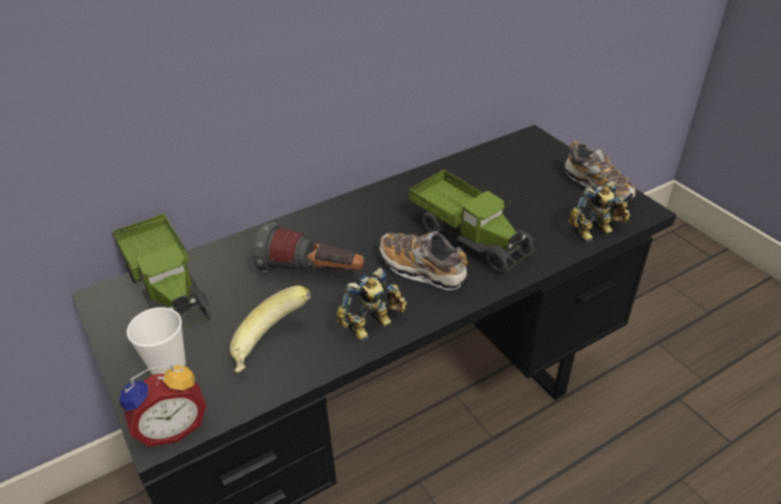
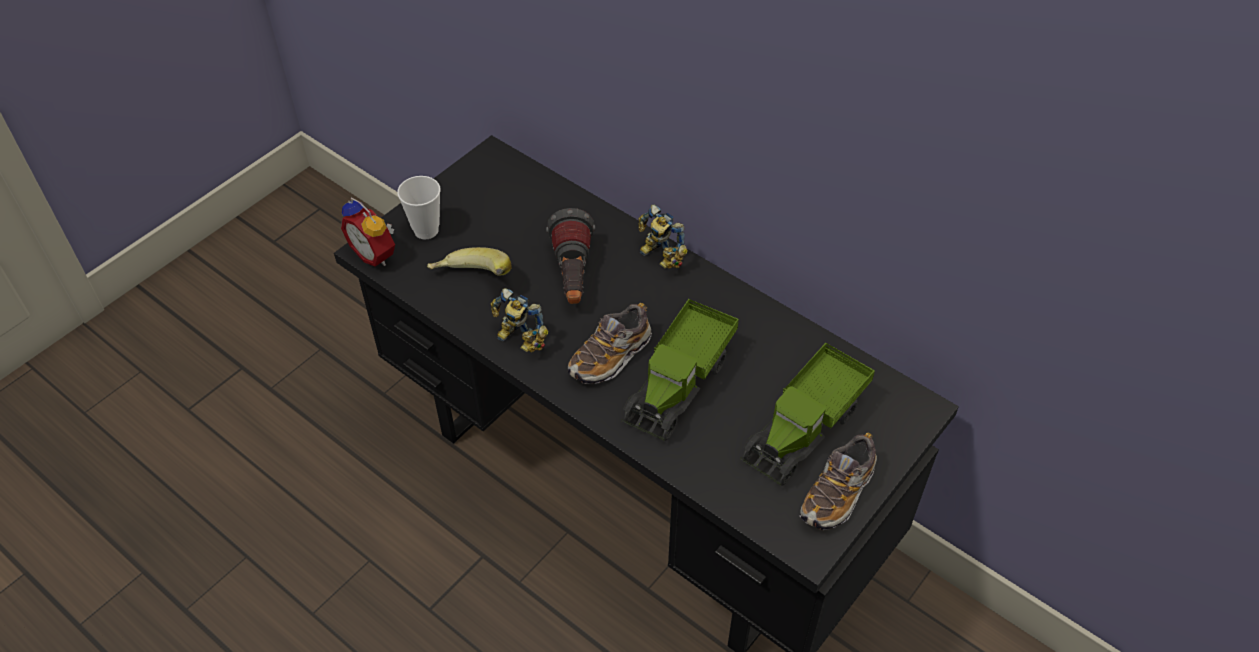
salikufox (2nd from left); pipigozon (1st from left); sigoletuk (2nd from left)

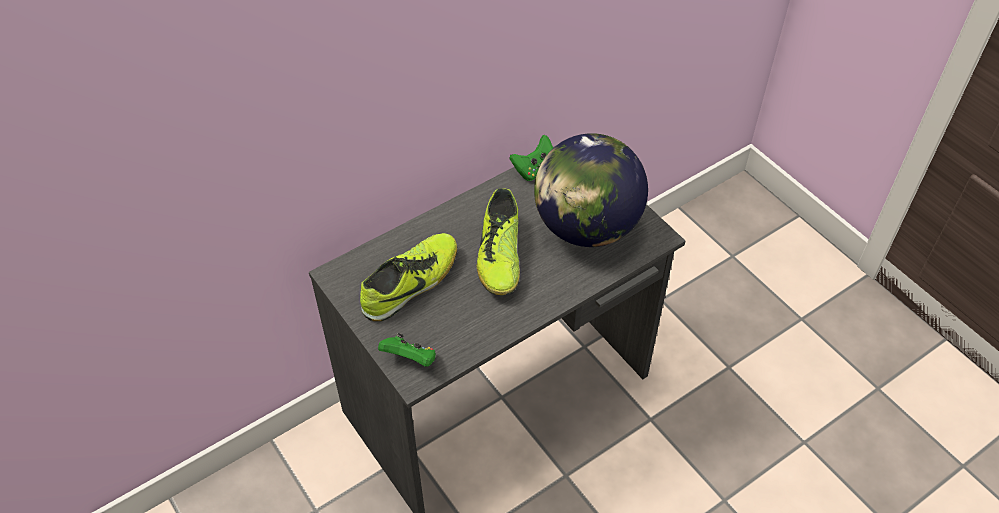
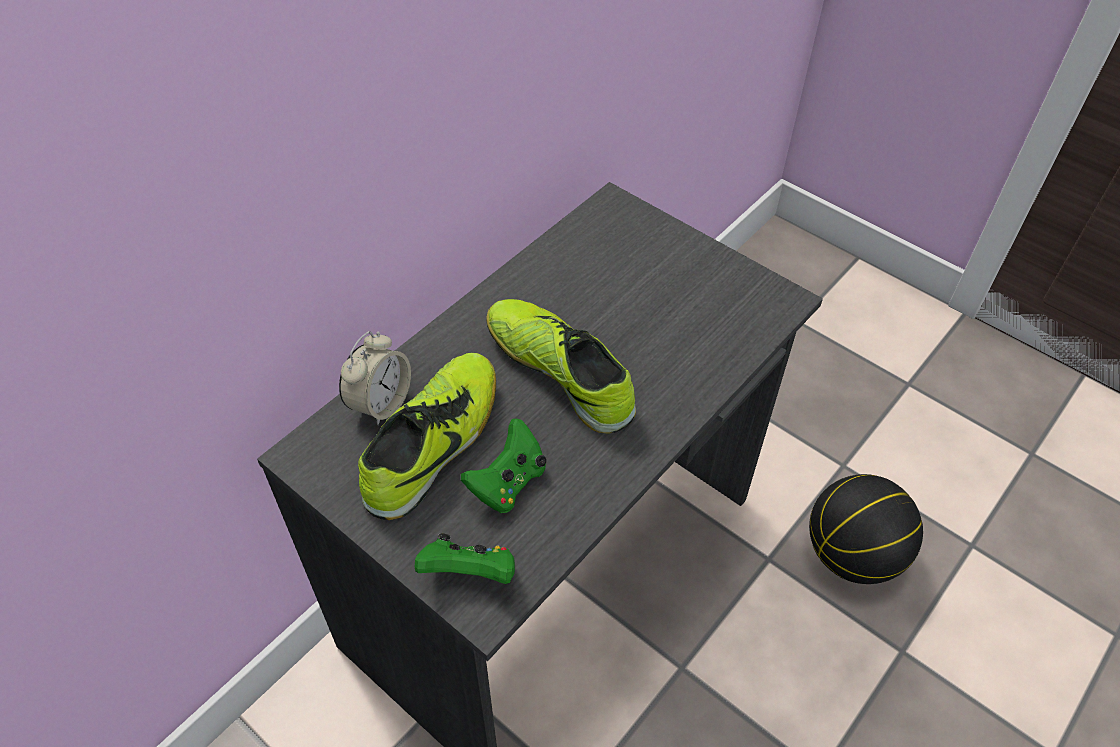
pipigozon (2nd from left); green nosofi (2nd from left); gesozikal; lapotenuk; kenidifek

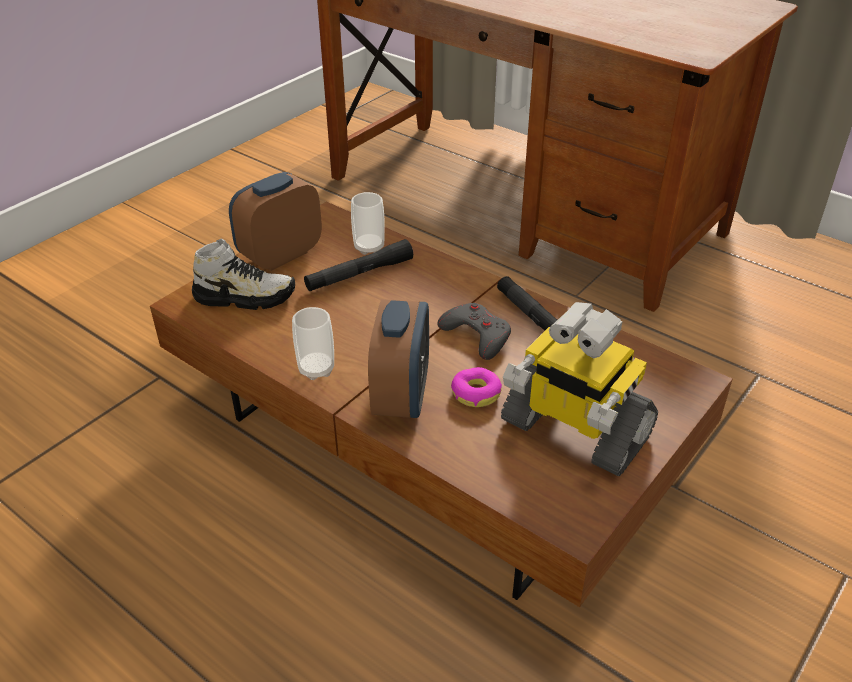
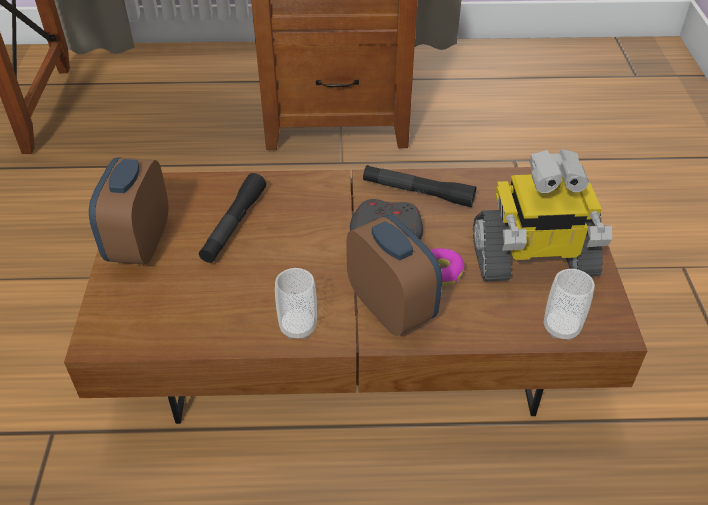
pipigozon; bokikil (2nd from left)

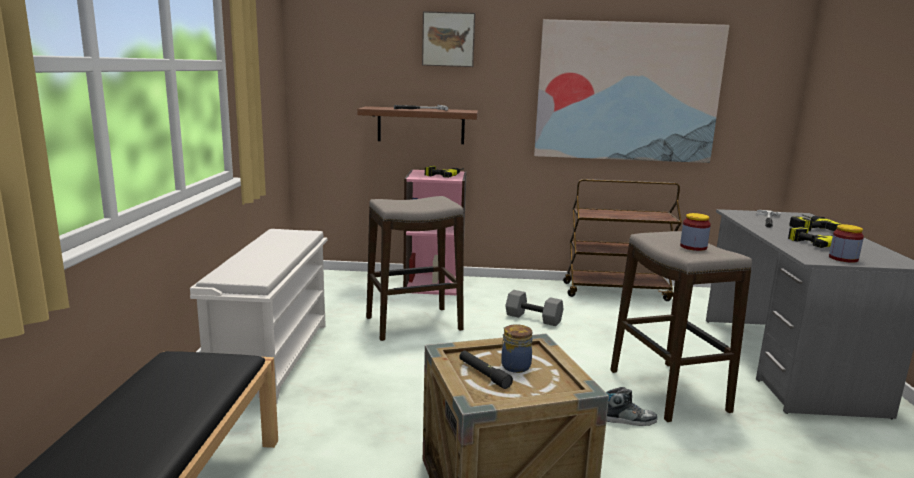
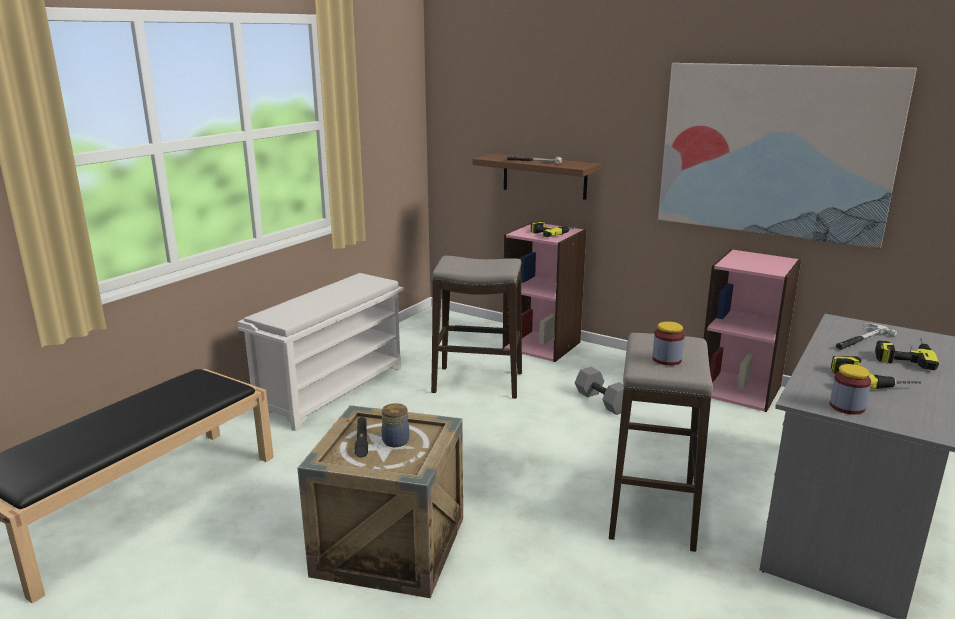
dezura (1st from left in the first image); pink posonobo (2nd from left); pipigozon

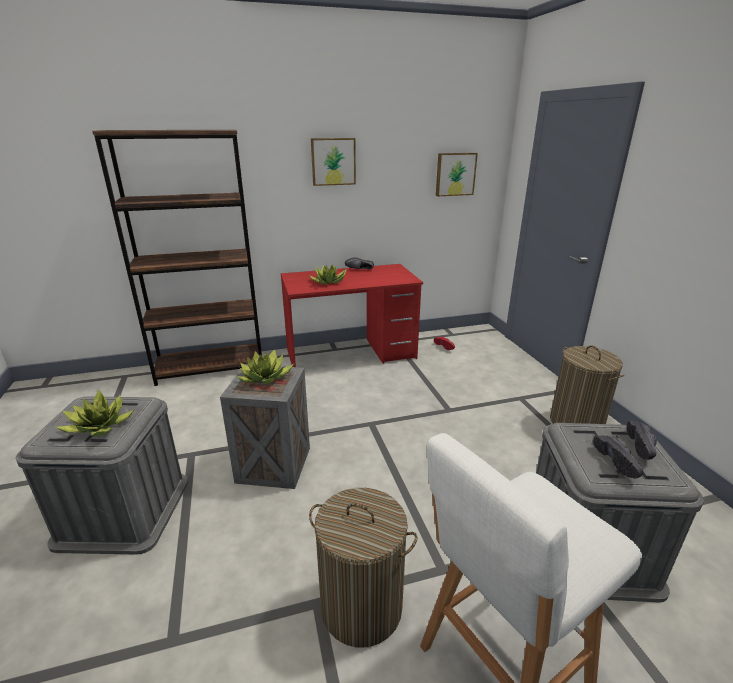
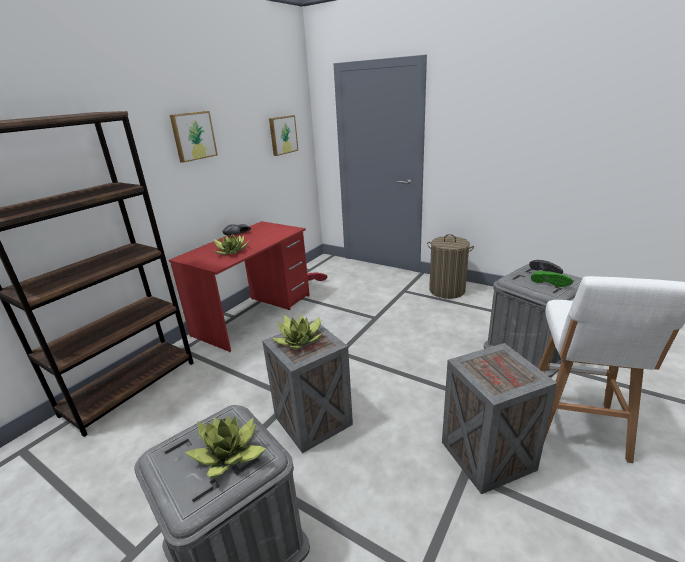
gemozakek (2nd from left); green pipigozon

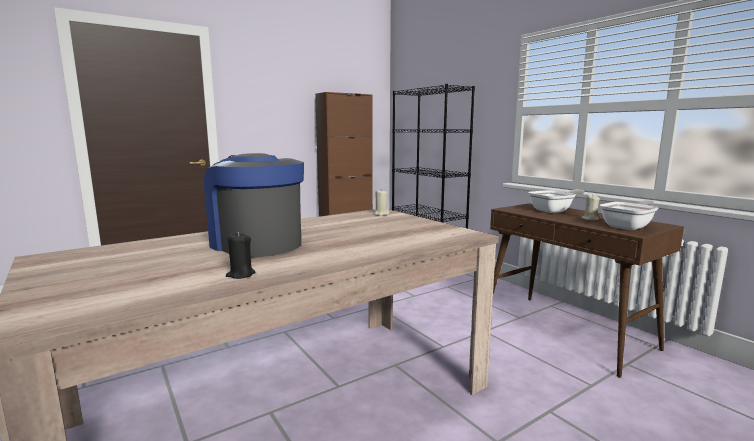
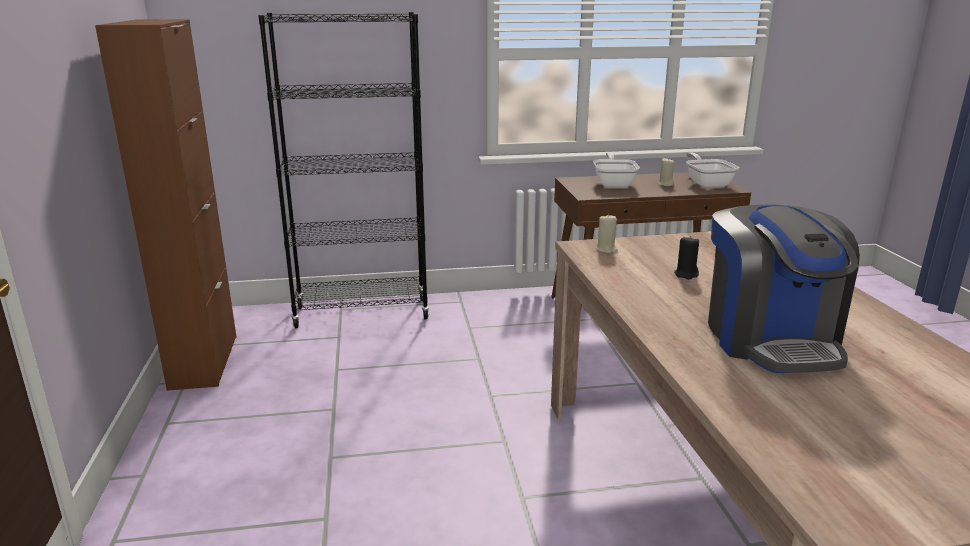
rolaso; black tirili

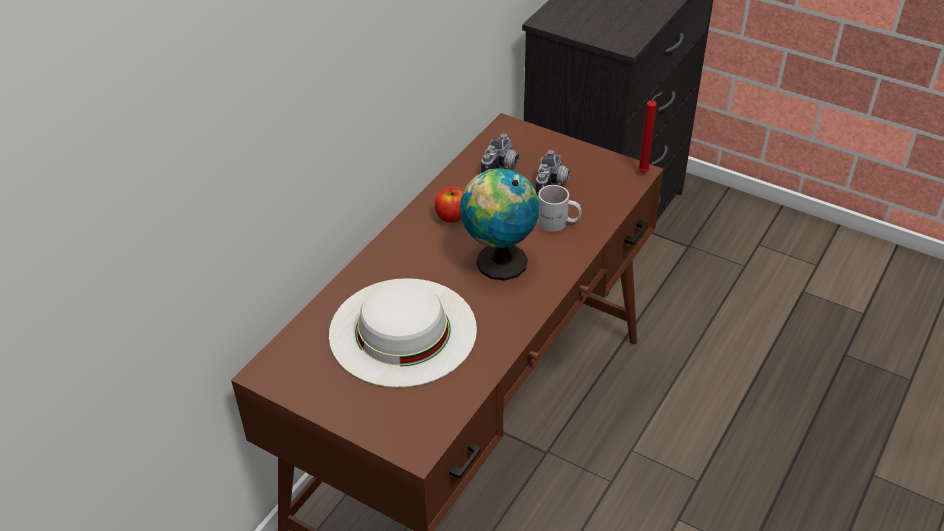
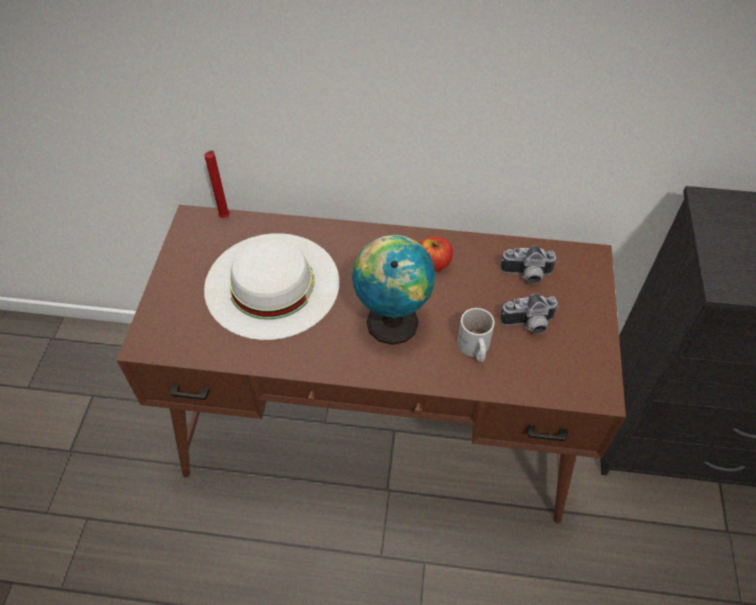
red tirili

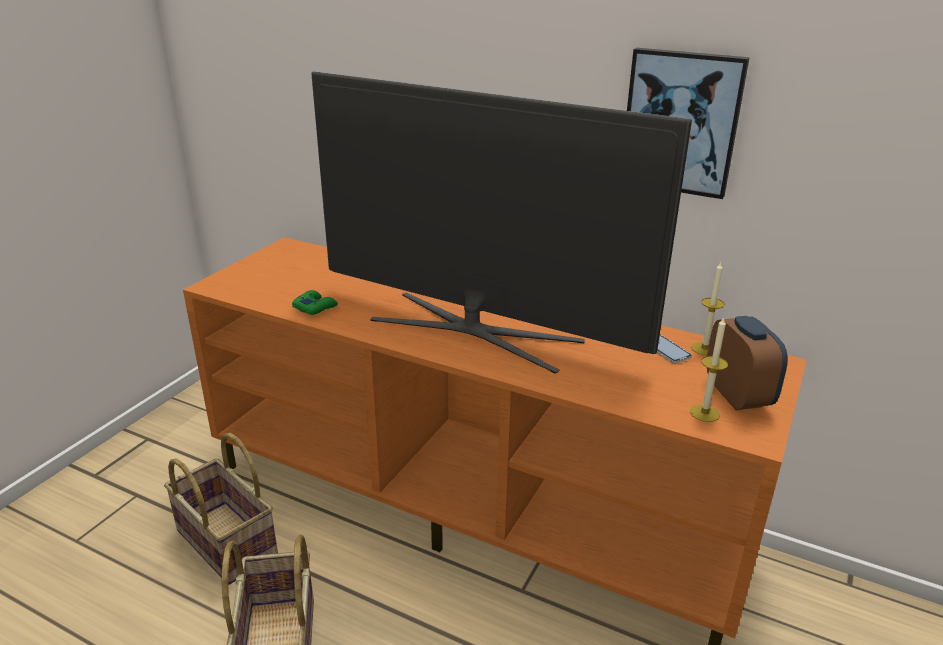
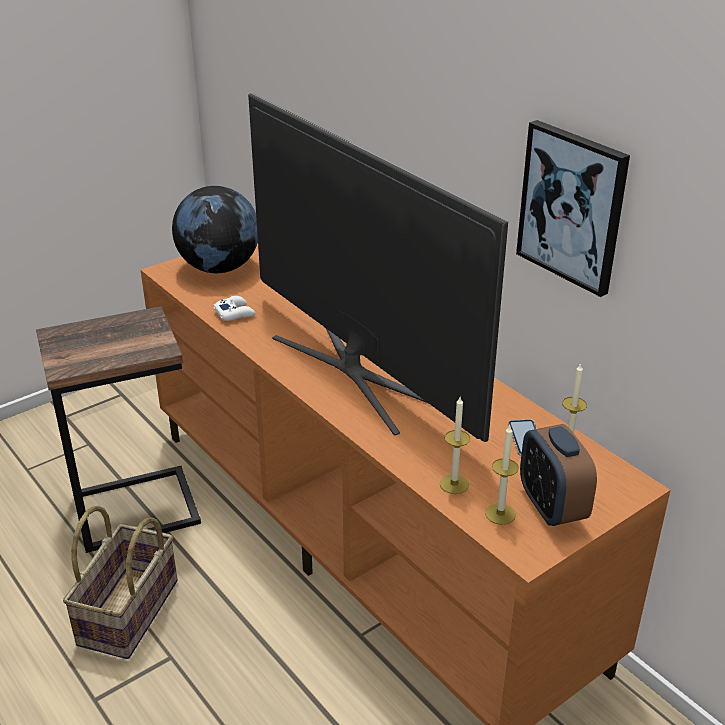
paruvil; white nosofi; lapotenuk; gesozikal; tirili (1st from left)

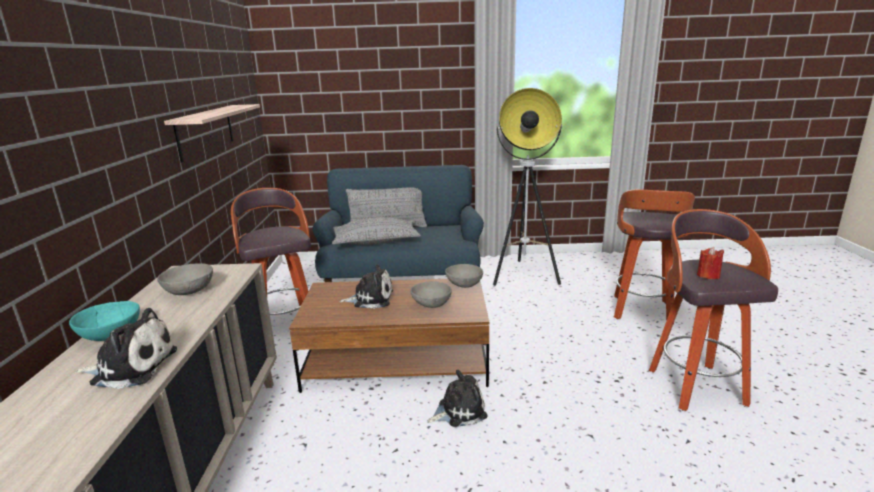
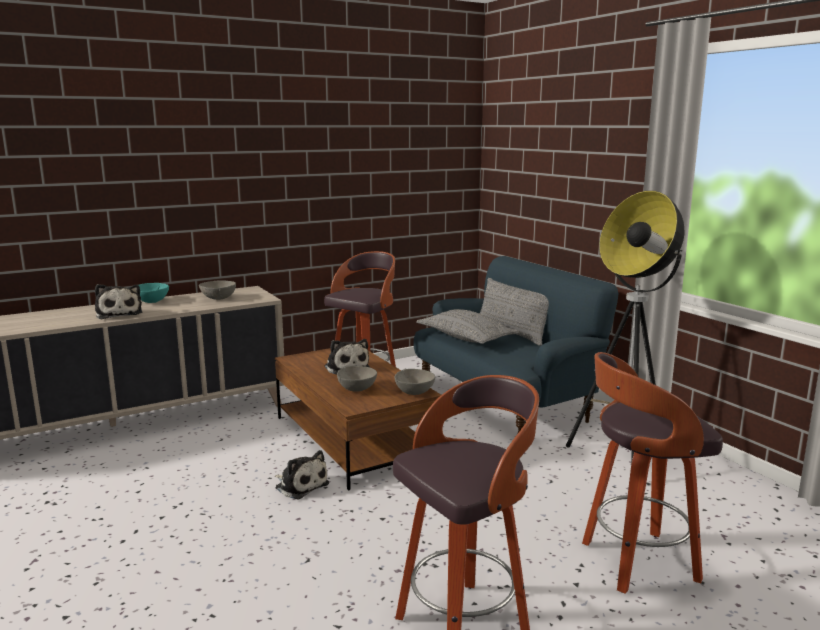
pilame; red tirili

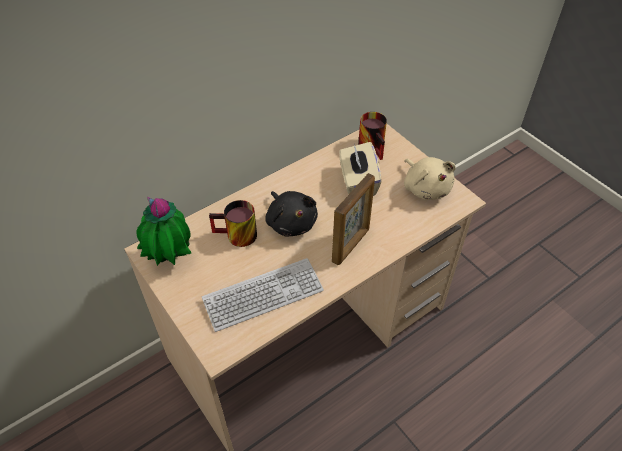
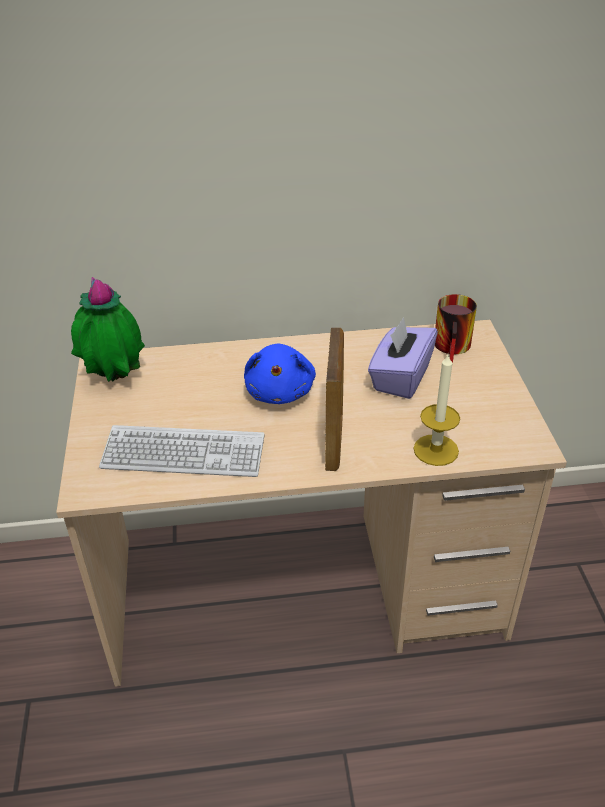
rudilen (1st from left in the first image); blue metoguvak; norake; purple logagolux; beige metoguvak; tirili

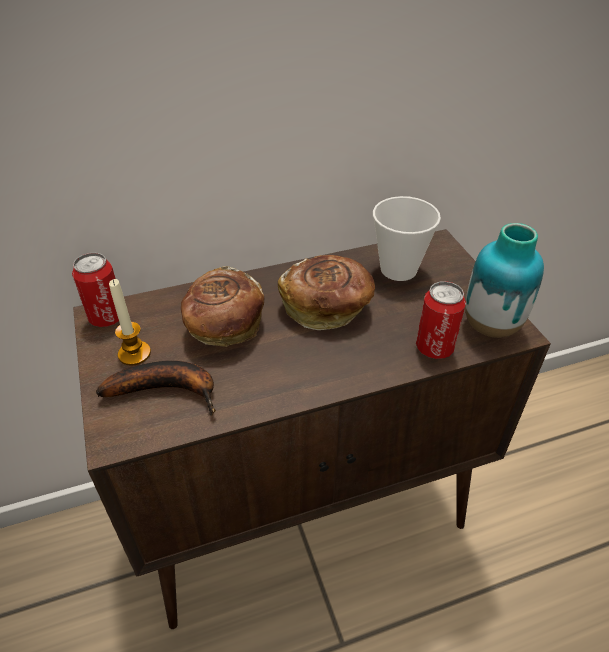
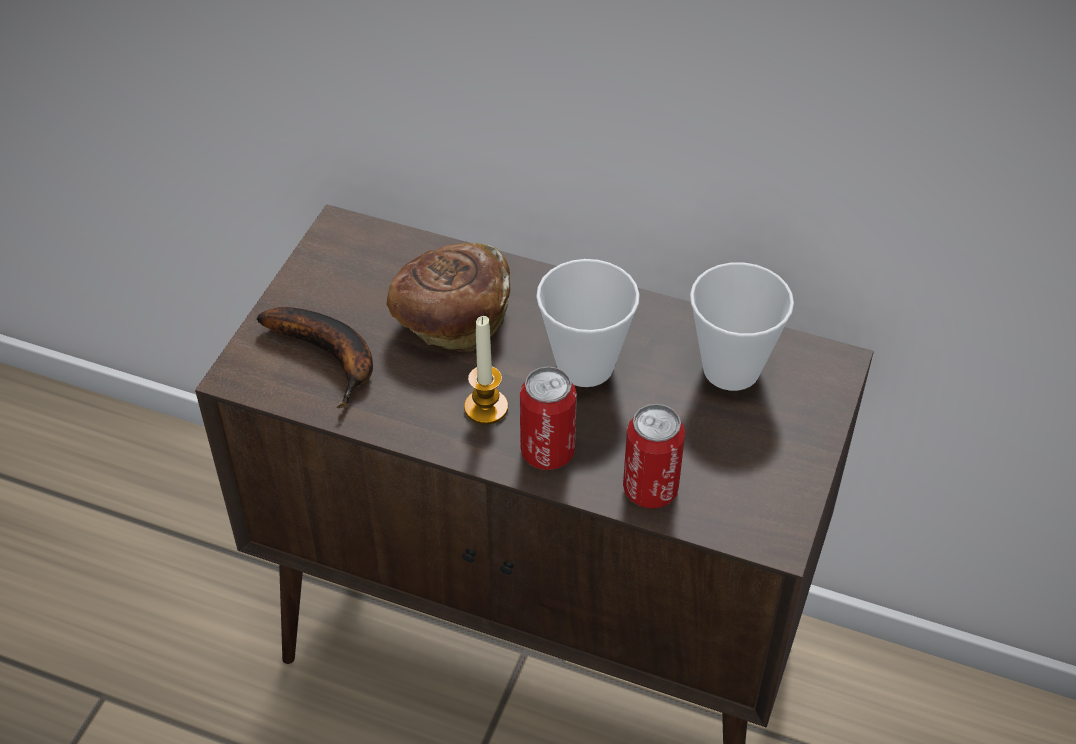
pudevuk (1st from left); tirili; bokikil (1st from left); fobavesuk

